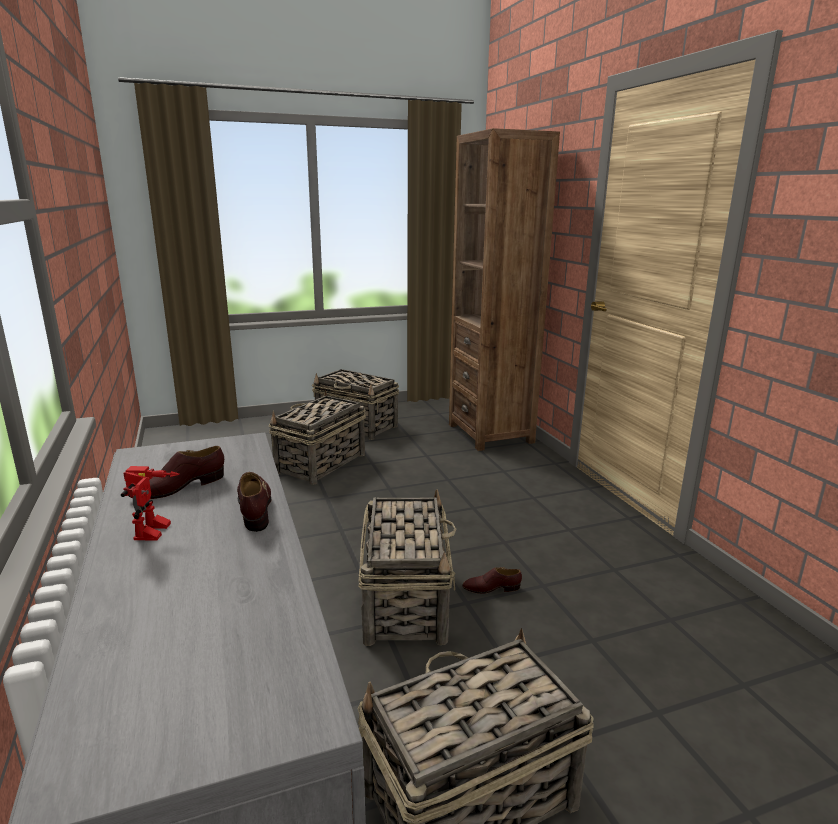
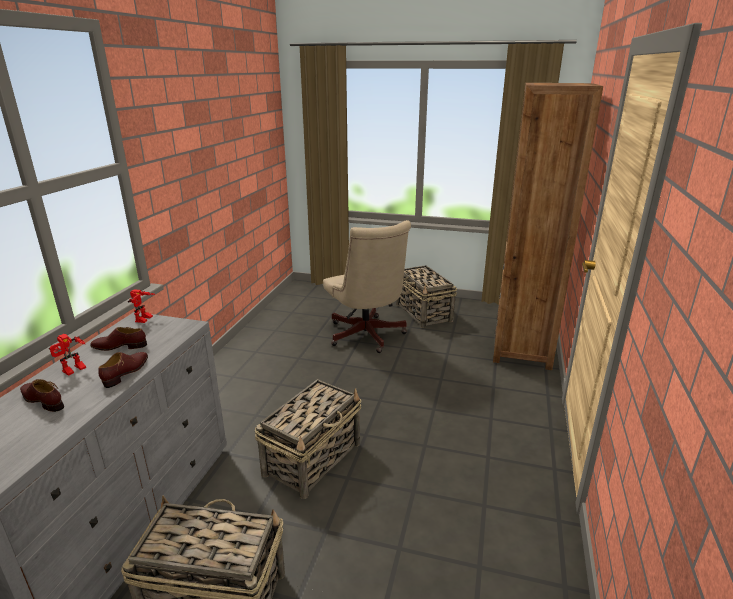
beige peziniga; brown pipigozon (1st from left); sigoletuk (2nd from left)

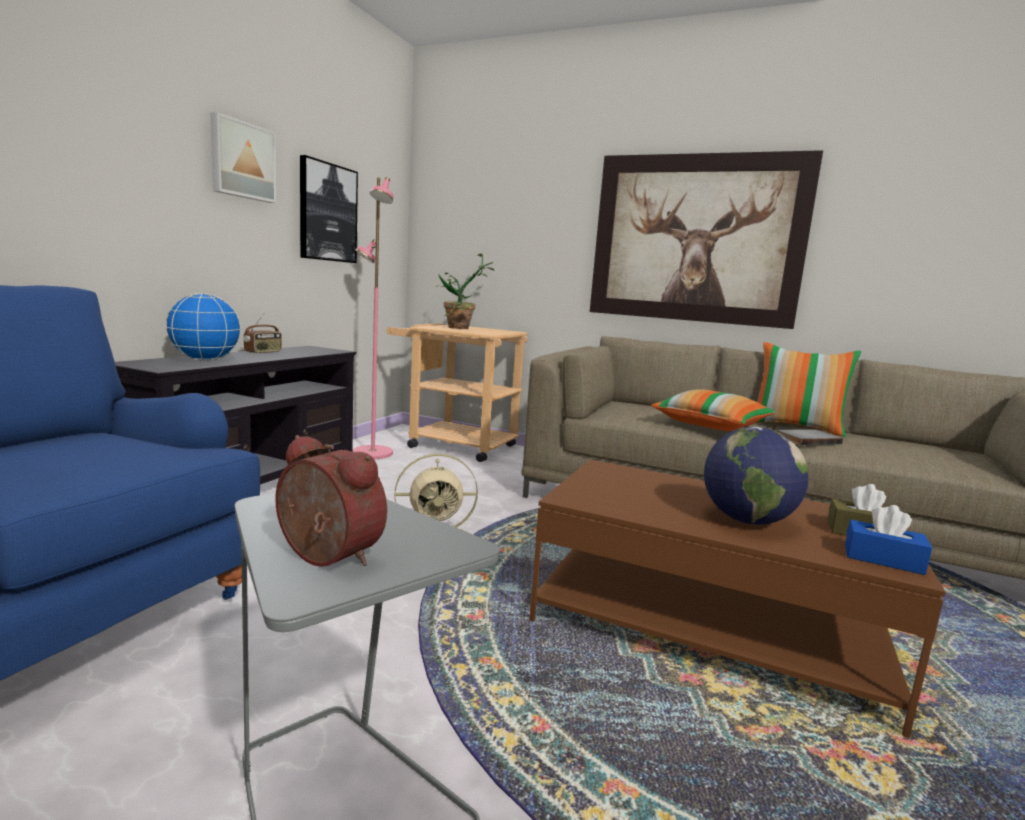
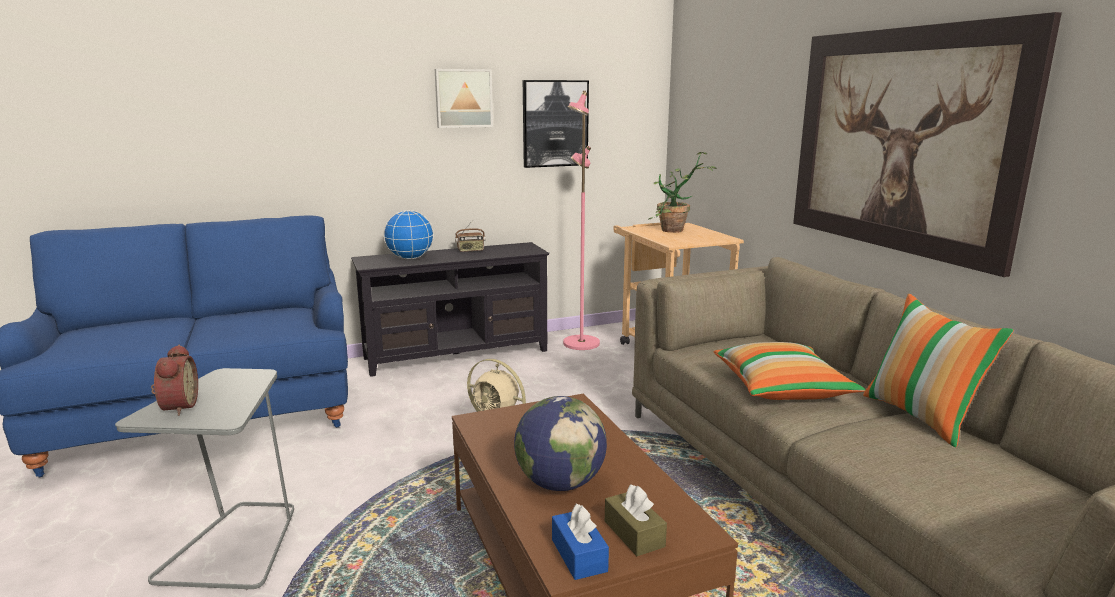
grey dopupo

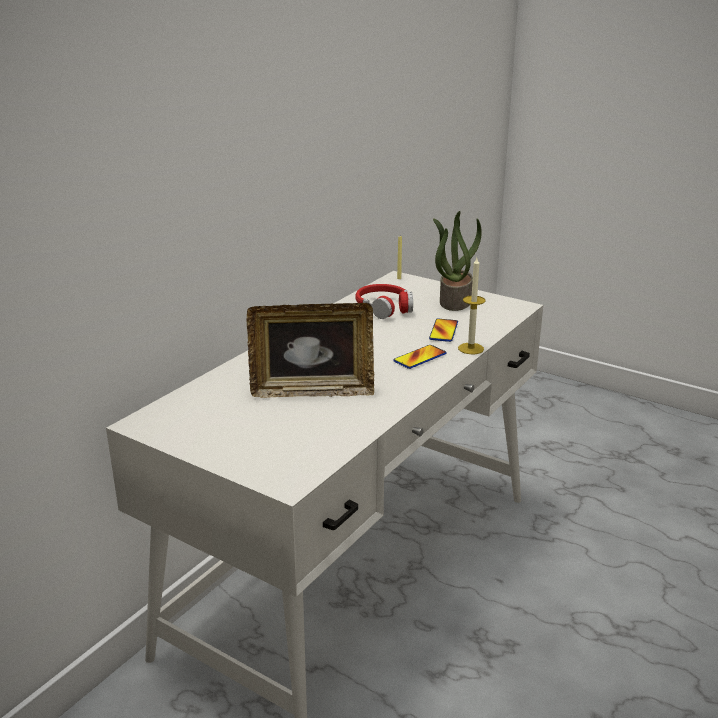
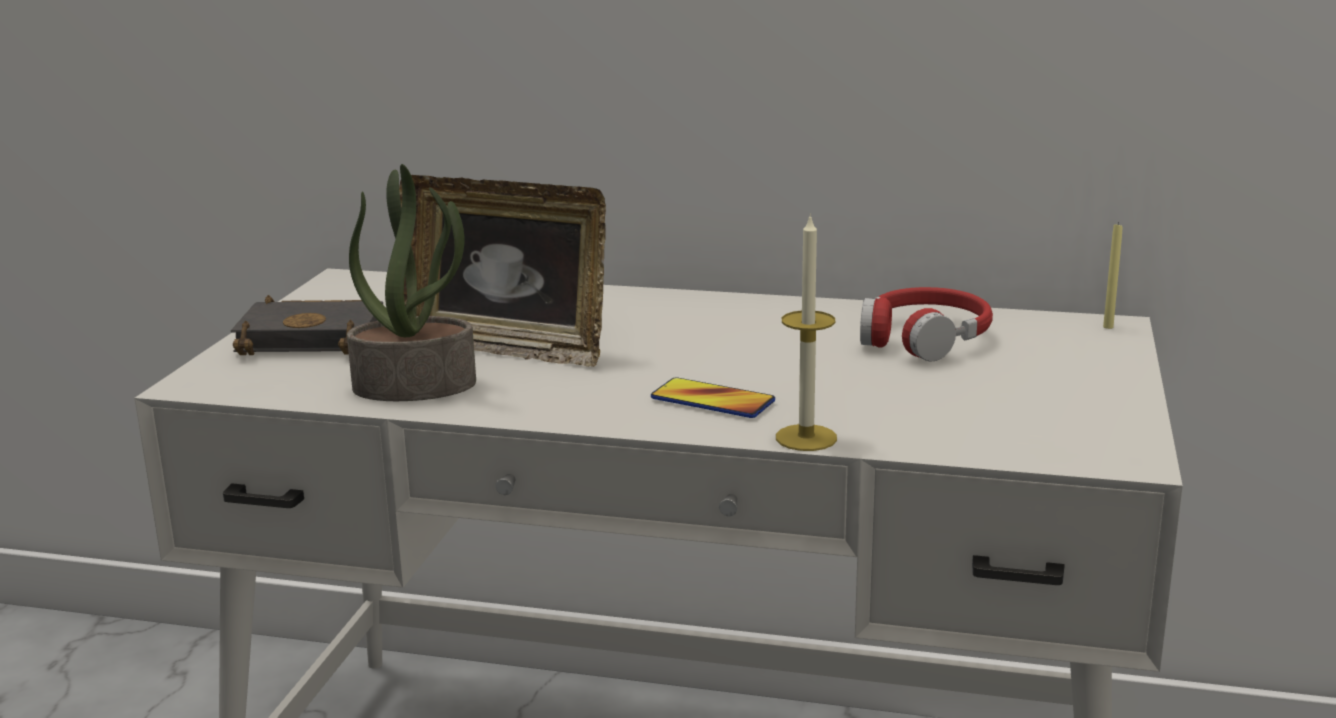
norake; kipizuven (2nd from left in the first image); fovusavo; black dopupo

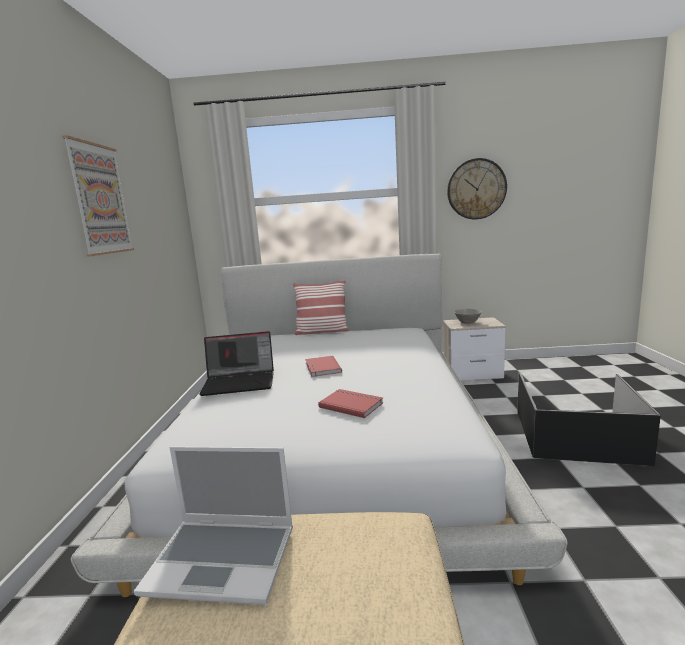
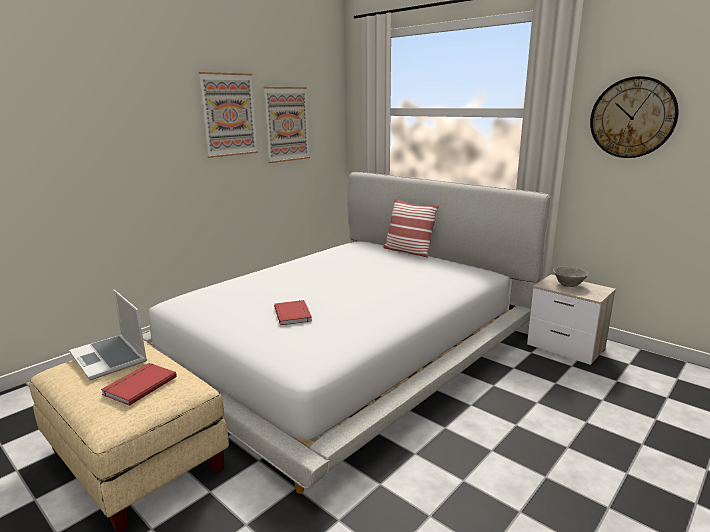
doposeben (2nd from left in the first image); red dopupo (1st from left); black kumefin; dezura (2nd from left)

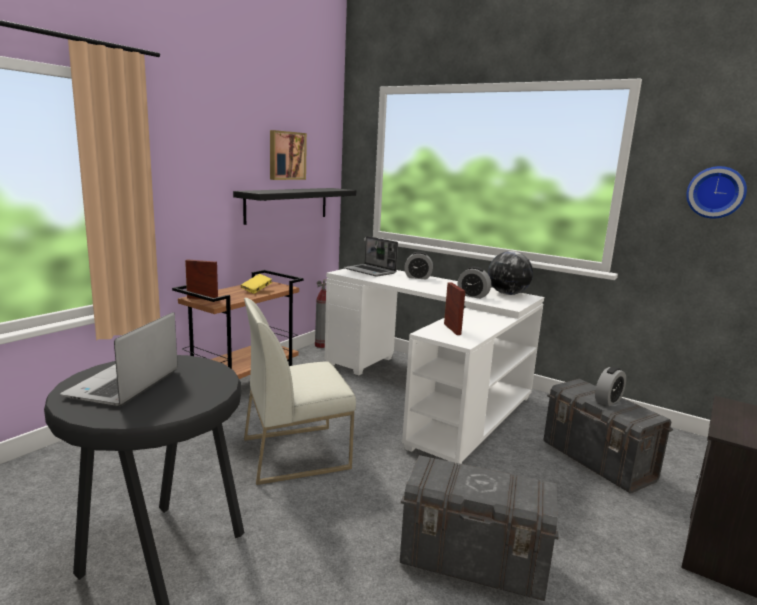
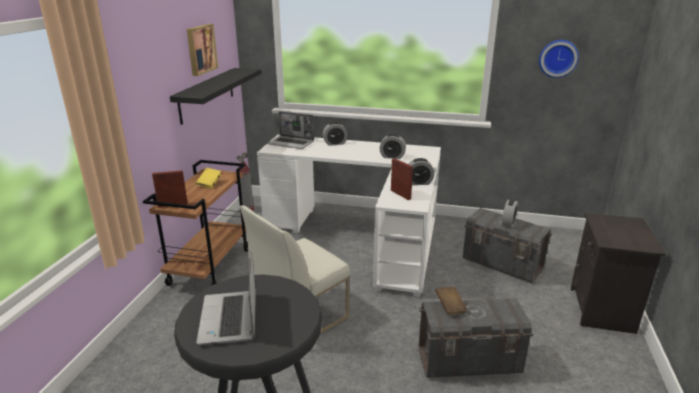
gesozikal; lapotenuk (3rd from left); brown dopupo

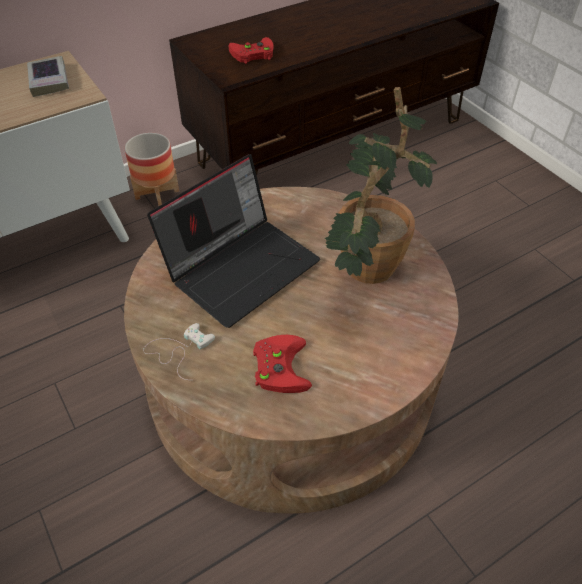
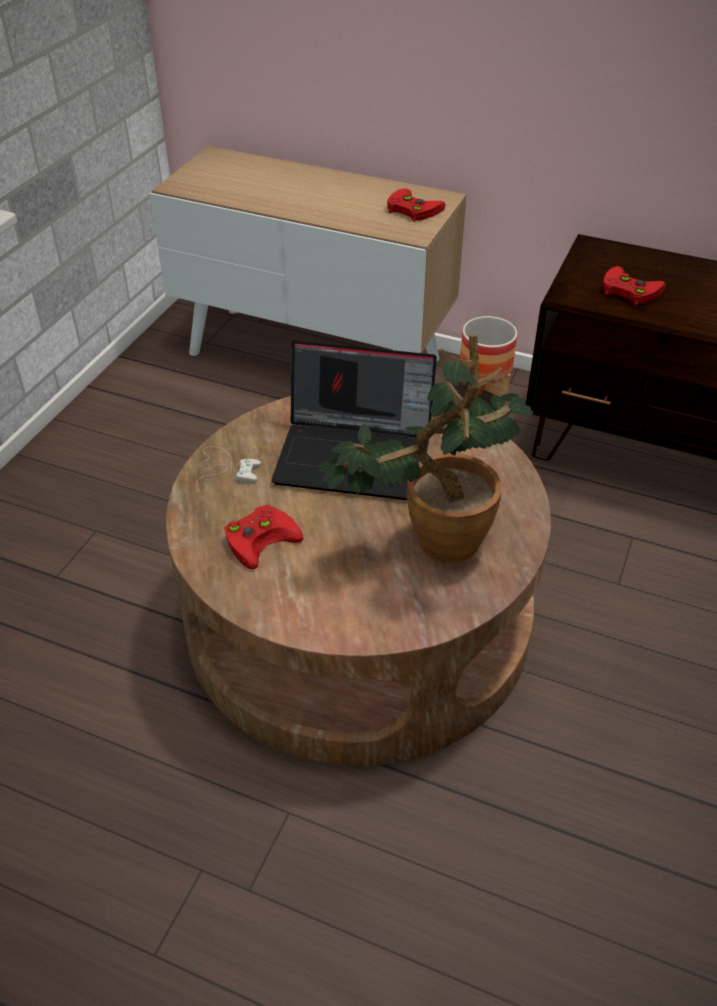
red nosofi (2nd from left)

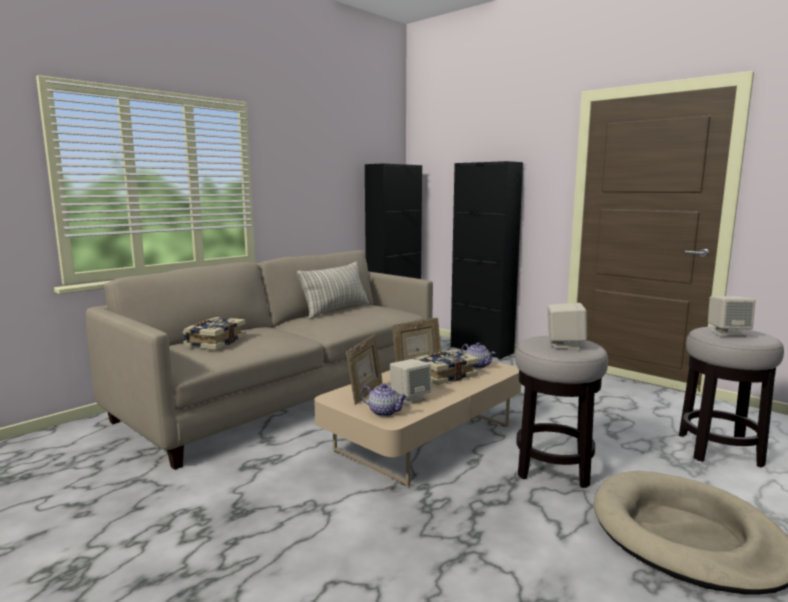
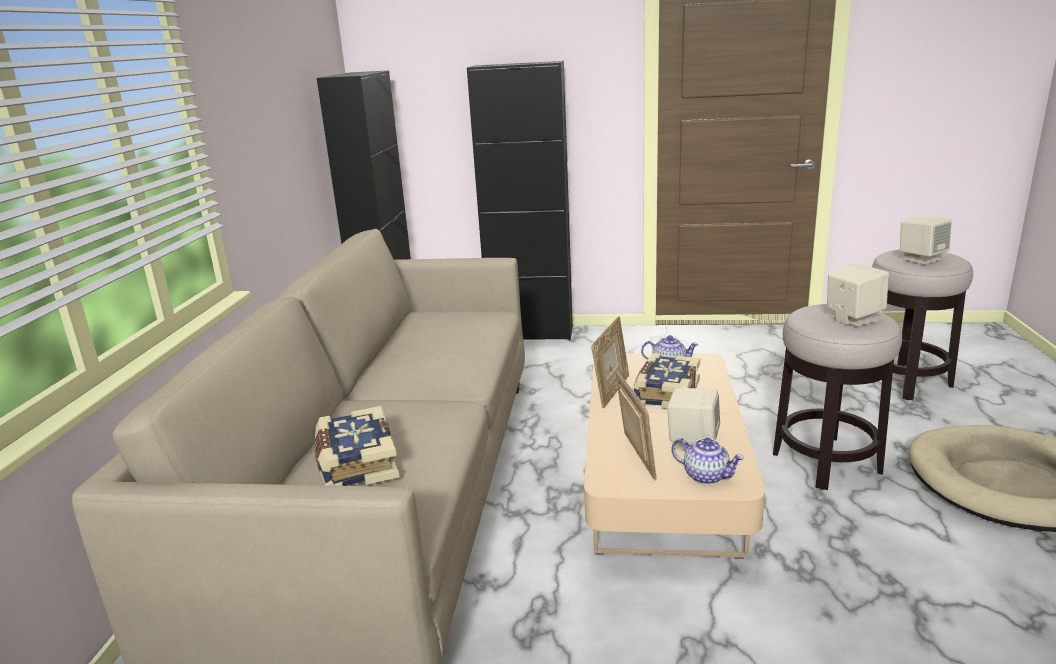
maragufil; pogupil (2nd from left)

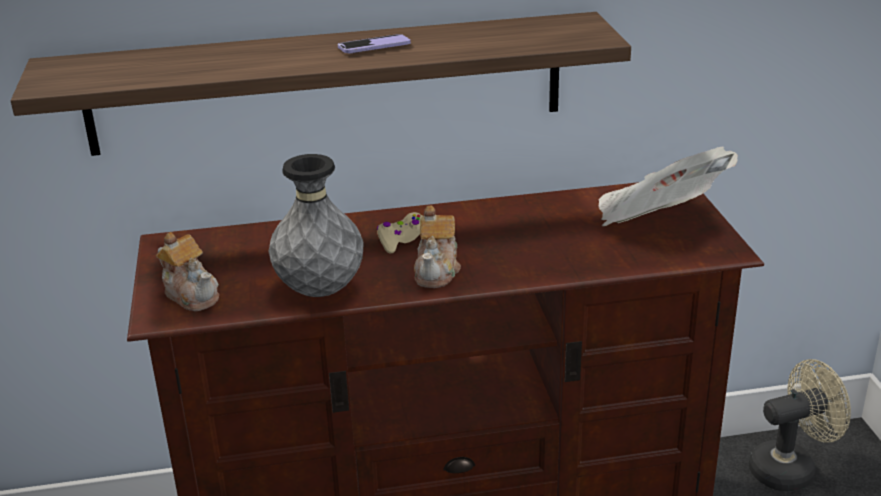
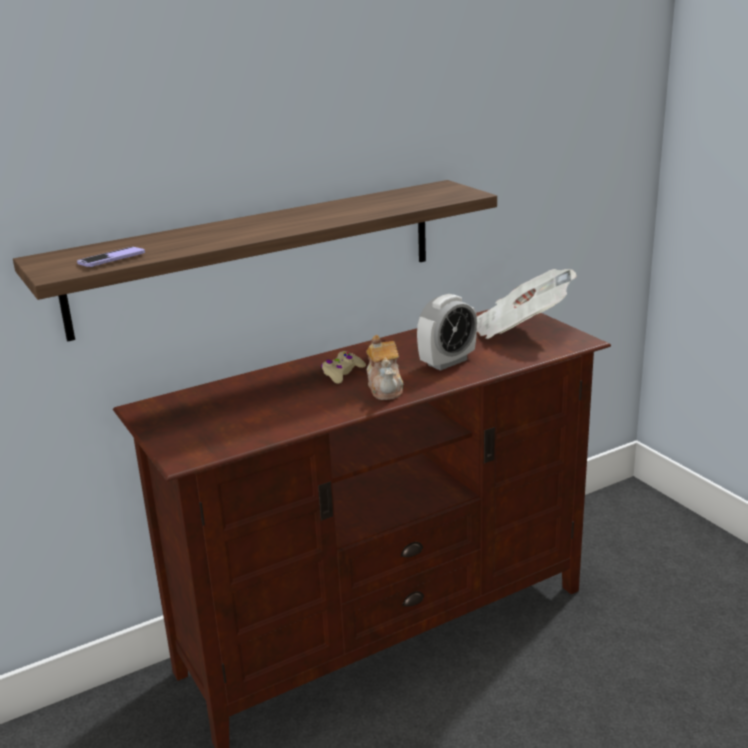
pogupil (1st from left in the first image); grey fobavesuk; kipizuven; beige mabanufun; lapotenuk

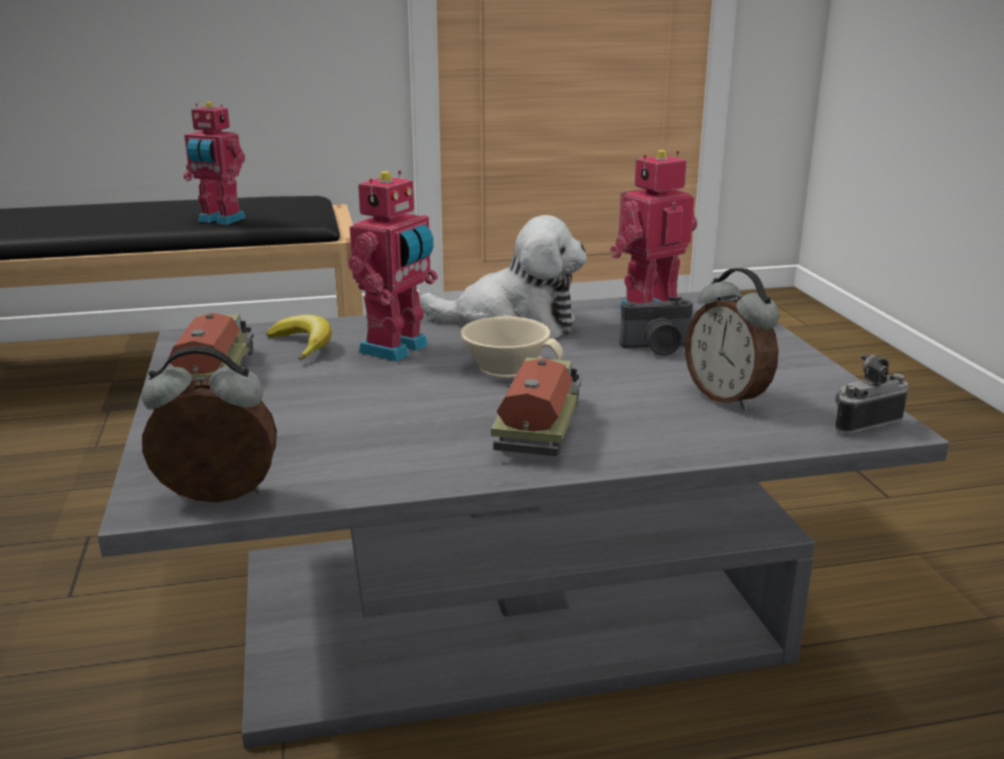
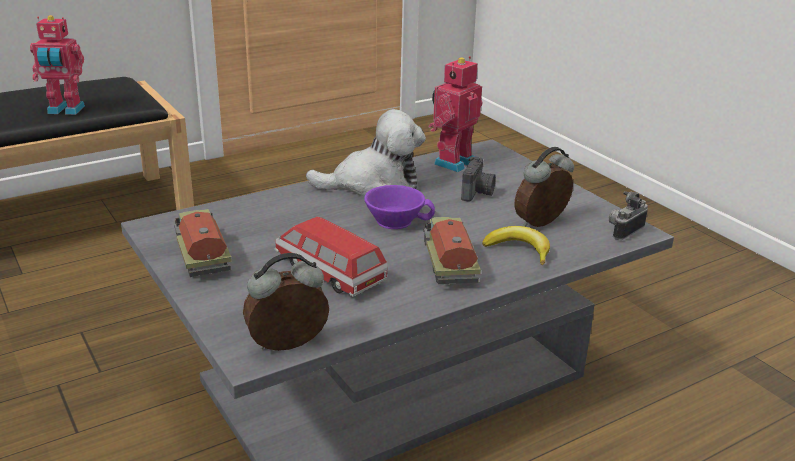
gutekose; sigoletuk (2nd from left in the first image); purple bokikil; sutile (1st from left); lapotenuk (2nd from left); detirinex

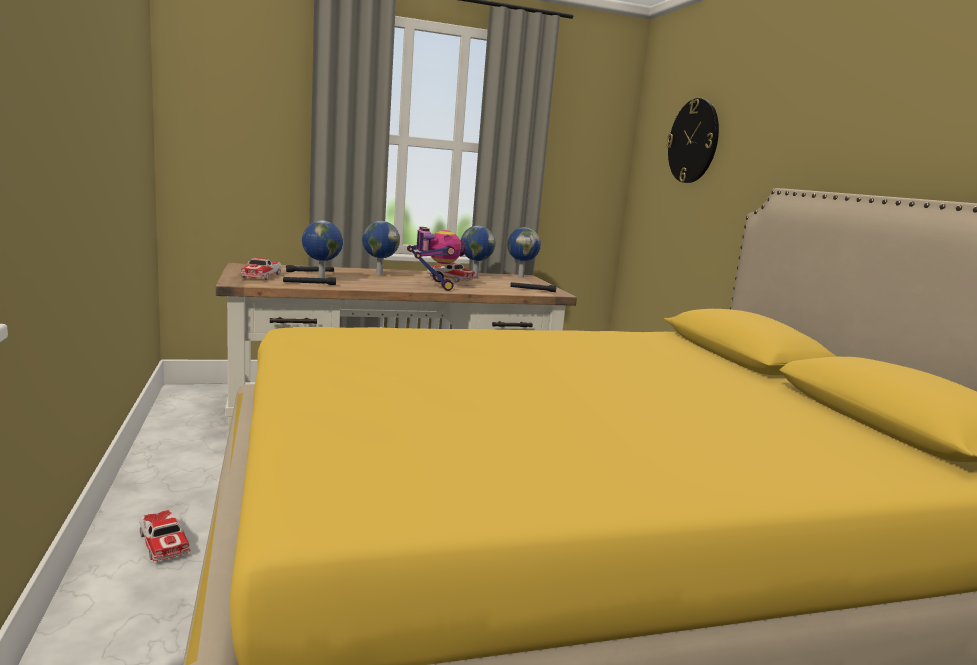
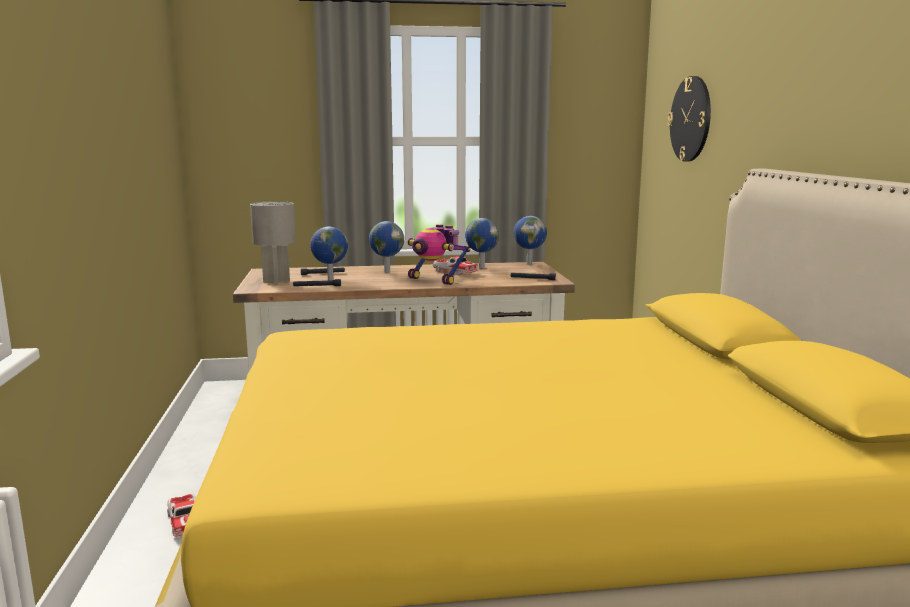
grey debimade; sigoletuk

